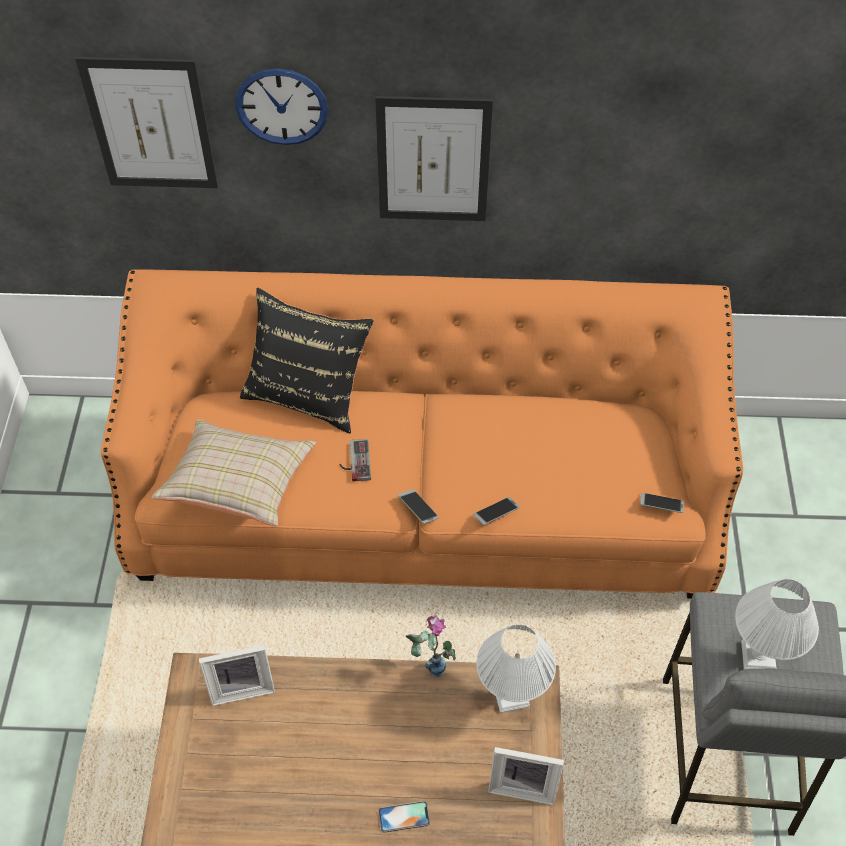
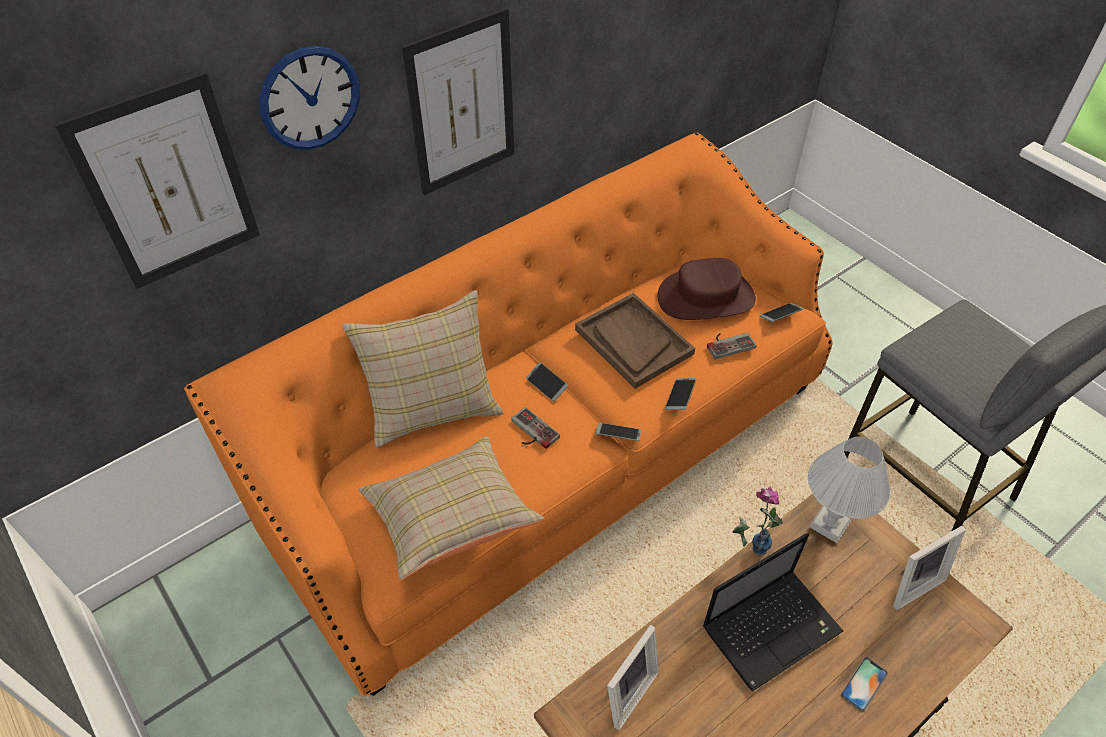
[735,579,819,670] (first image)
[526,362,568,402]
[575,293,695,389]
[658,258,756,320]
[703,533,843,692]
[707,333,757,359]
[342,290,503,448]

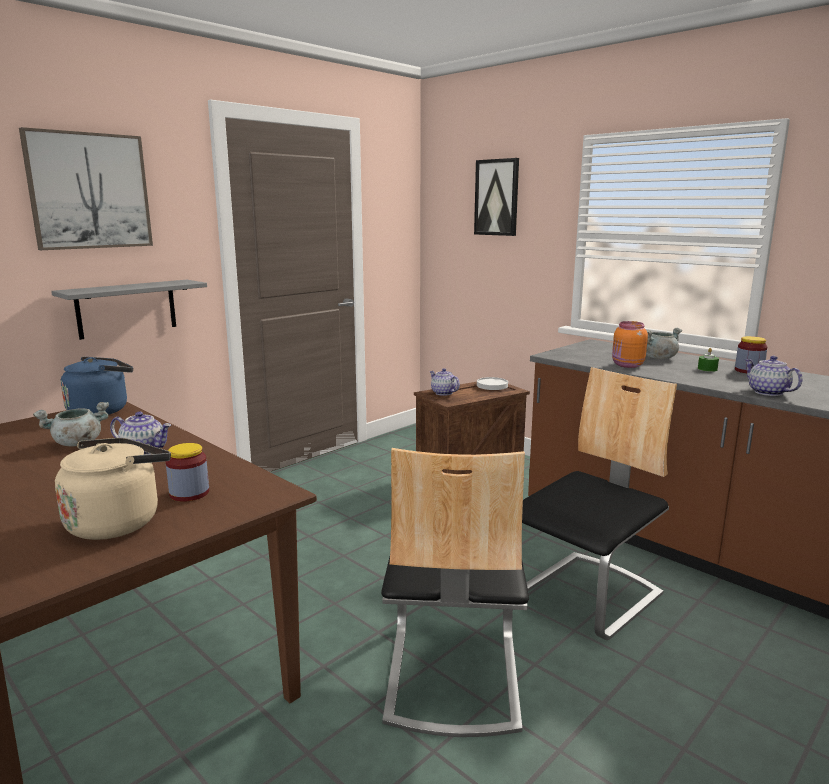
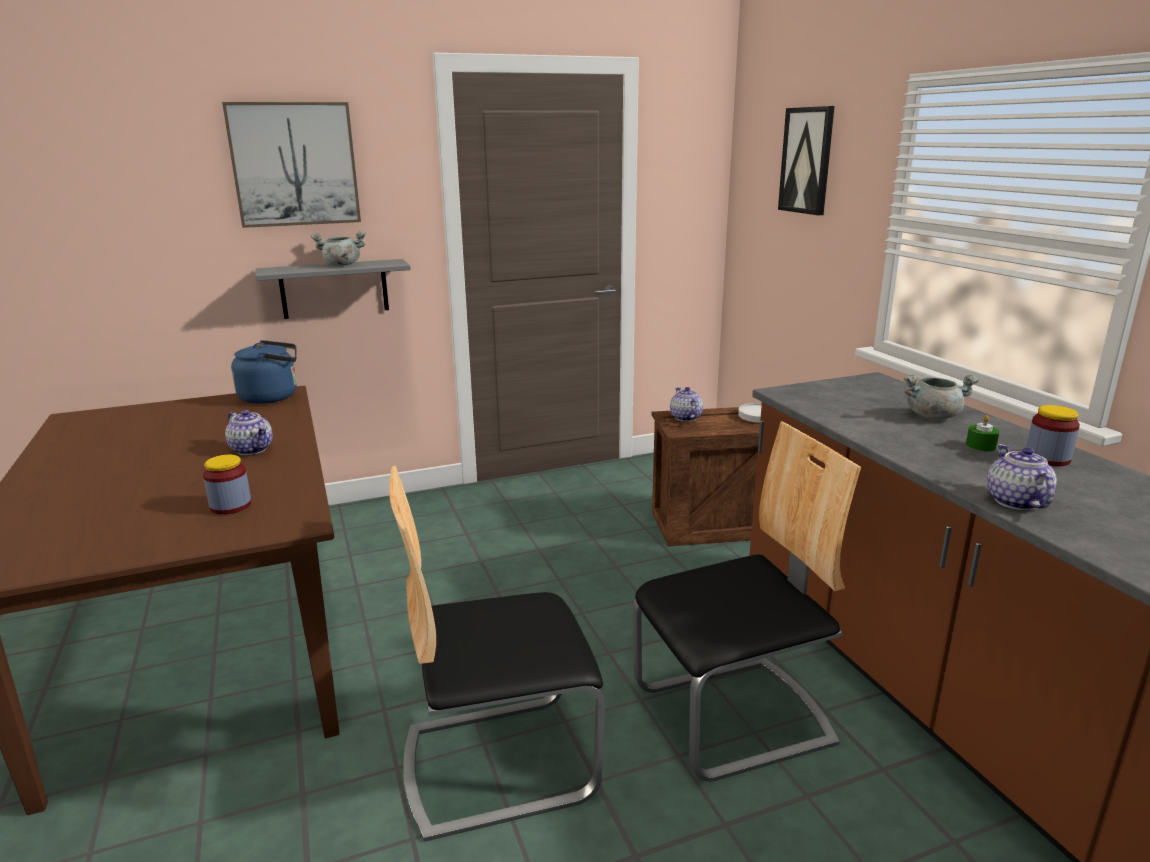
[55,438,171,540] (first image)
[612,321,648,368] (first image)
[311,231,366,266]
[389,466,605,842]

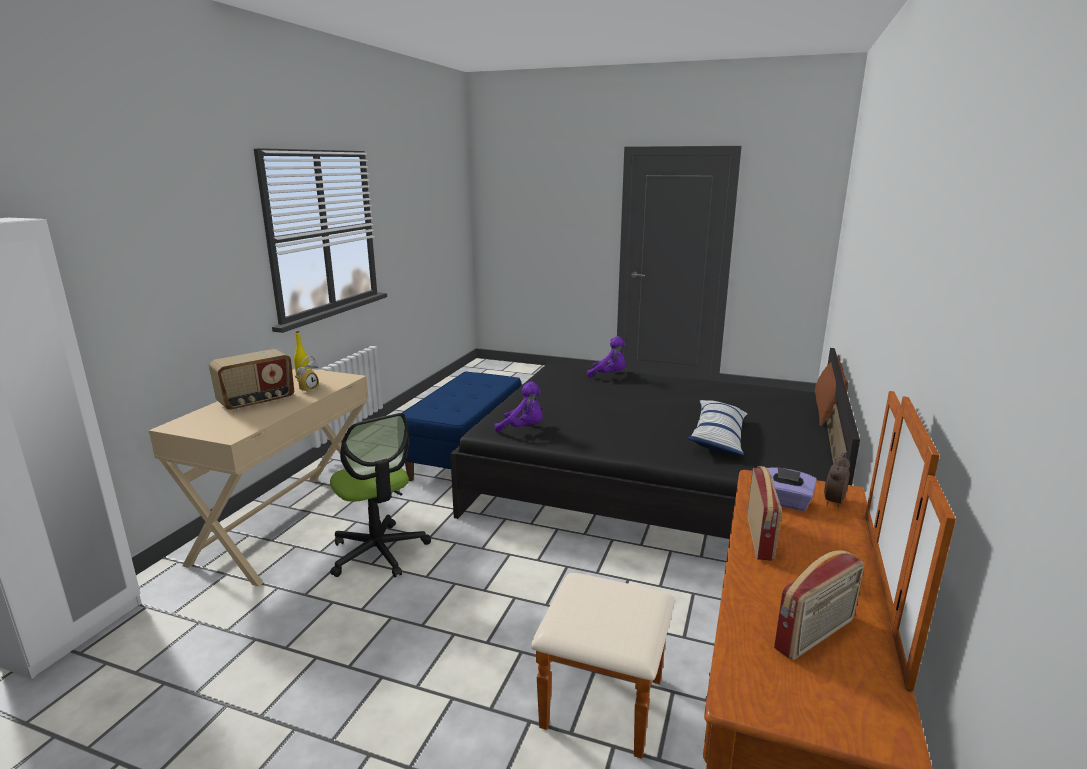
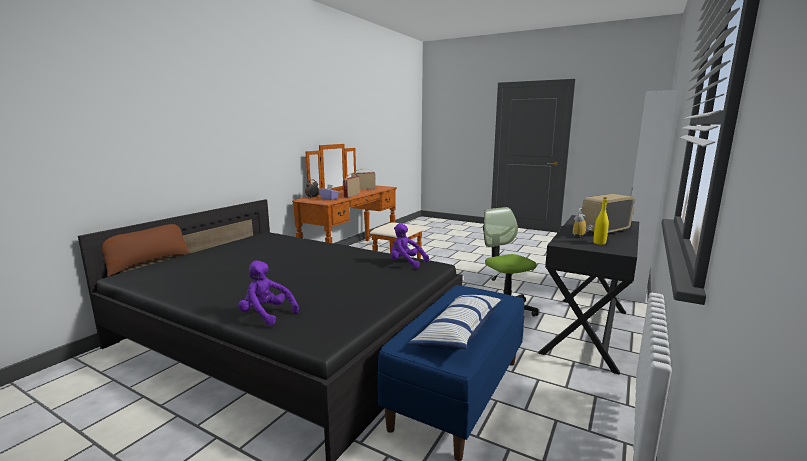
[408,295,503,350]
[538,215,639,375]

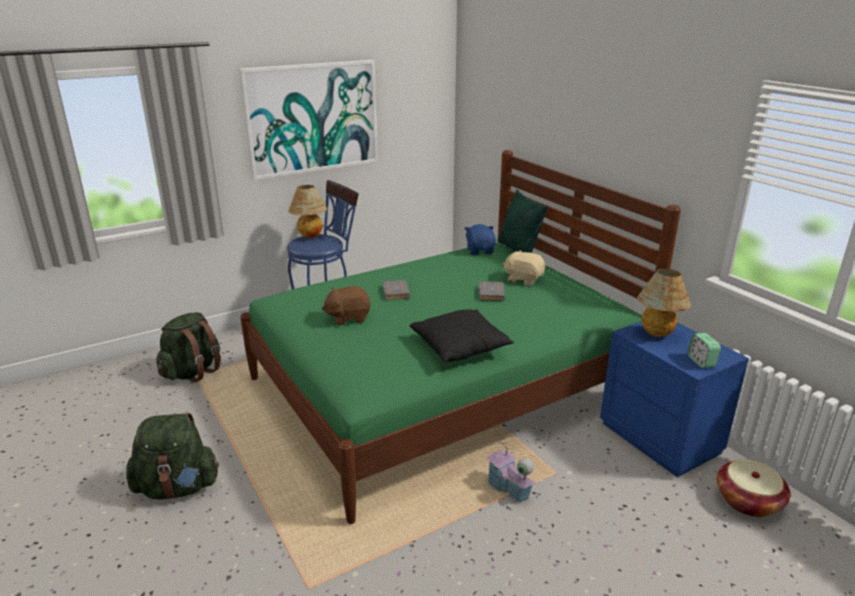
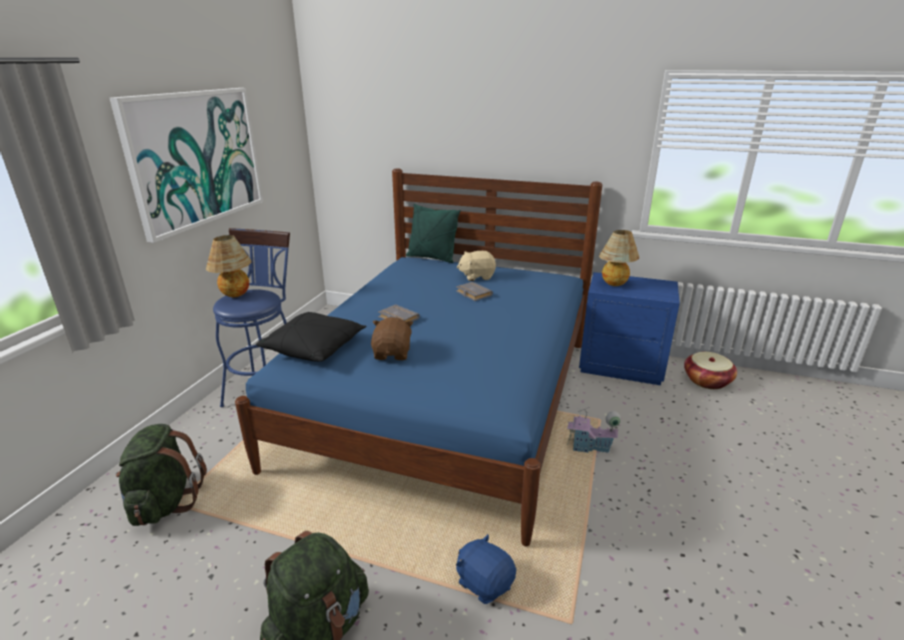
[688,333,721,368] (first image)
[256,312,366,362]
[456,534,516,604]
[235,168,602,546]
[371,317,413,360]

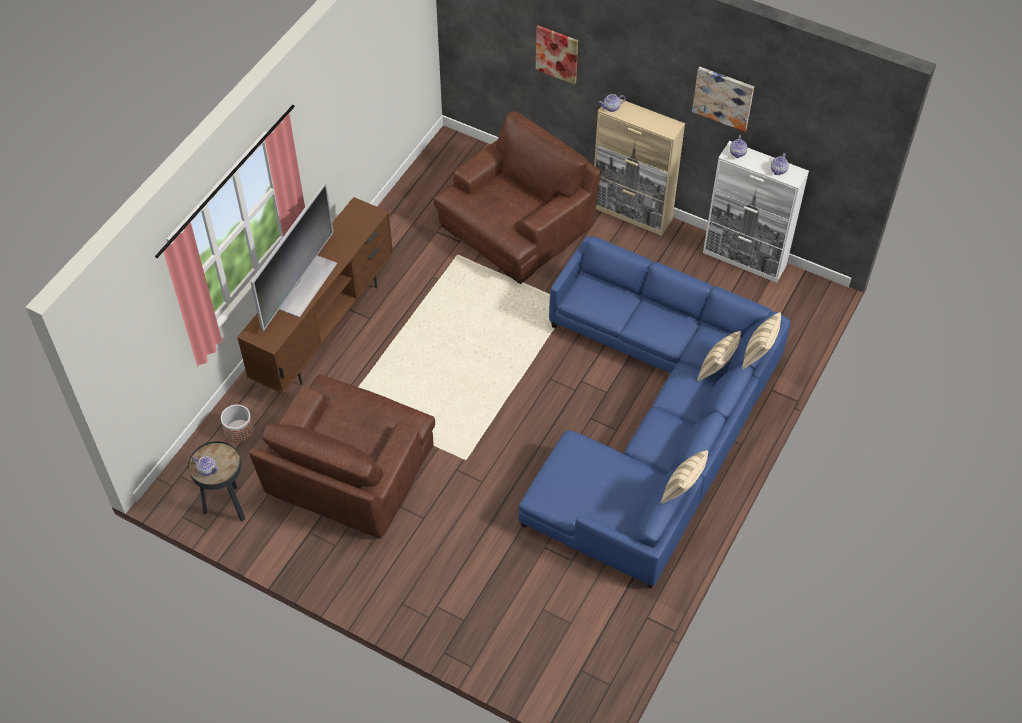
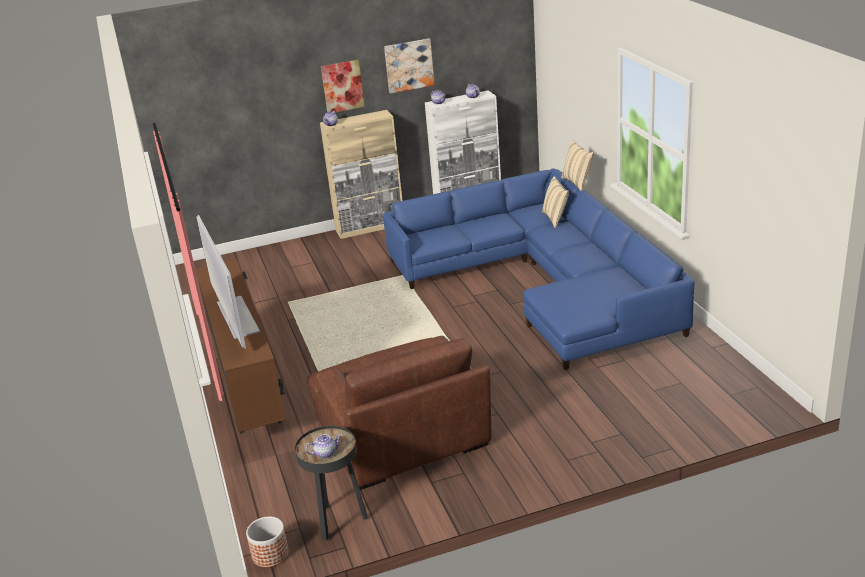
[433,111,601,284] (first image)
[661,450,708,504] (first image)
[246,517,289,568]
[321,60,365,113]

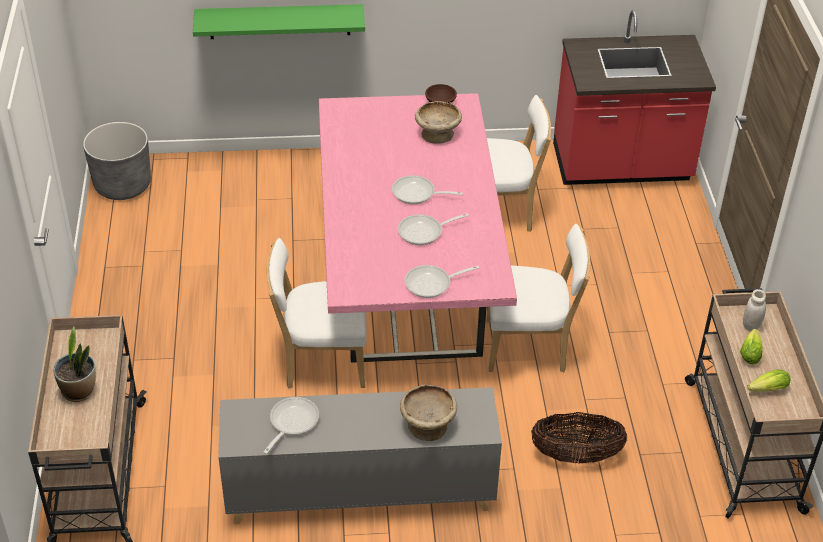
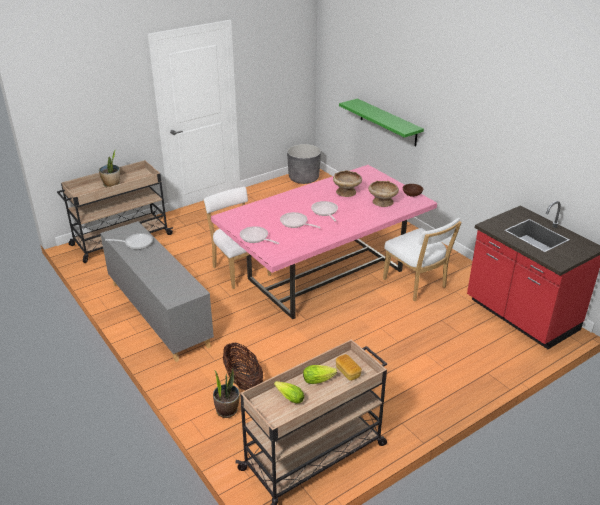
[486,224,590,372] (first image)
[213,368,240,418]
[333,170,362,197]
[336,354,362,381]

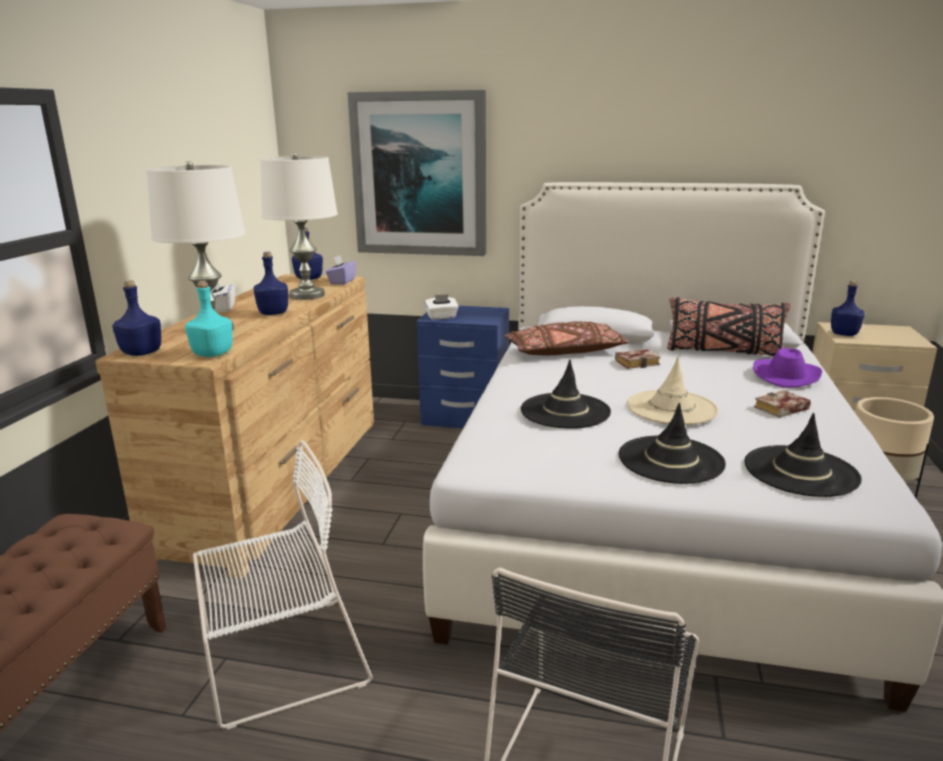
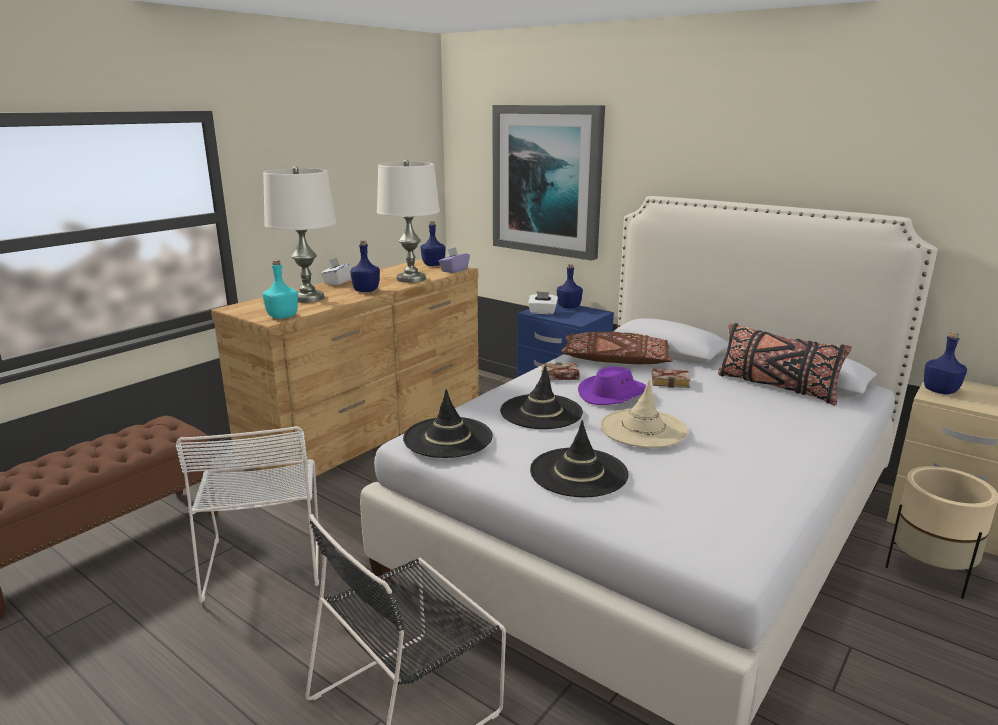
[557,264,583,309]
[403,389,493,458]
[578,367,647,405]
[541,362,580,380]
[176,426,319,603]

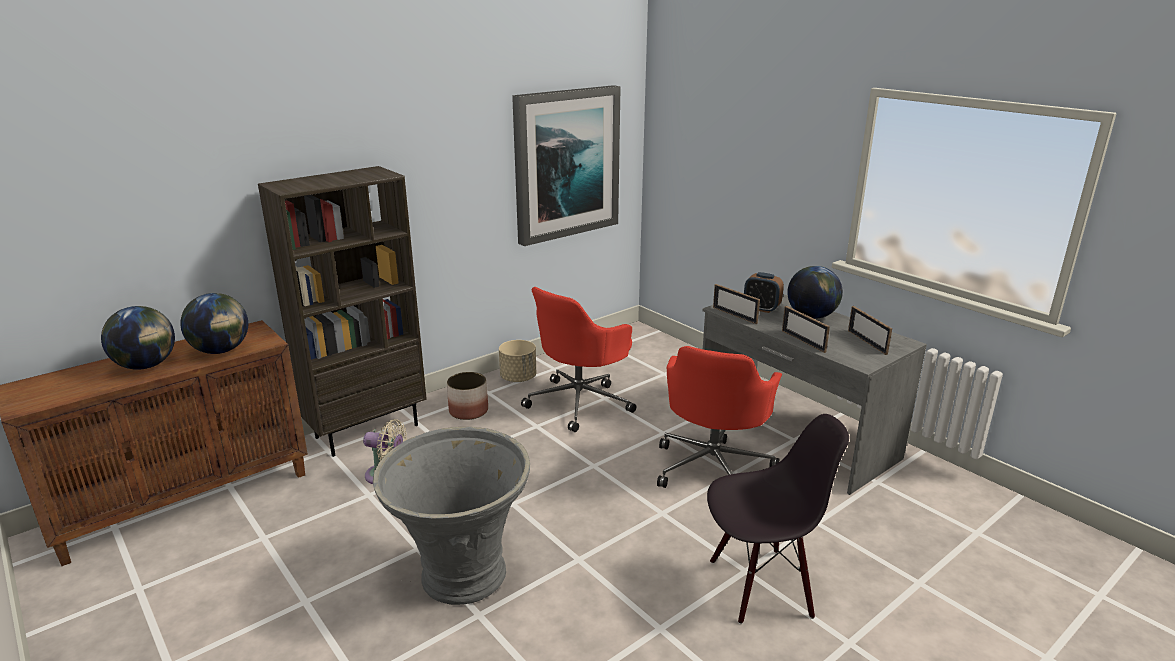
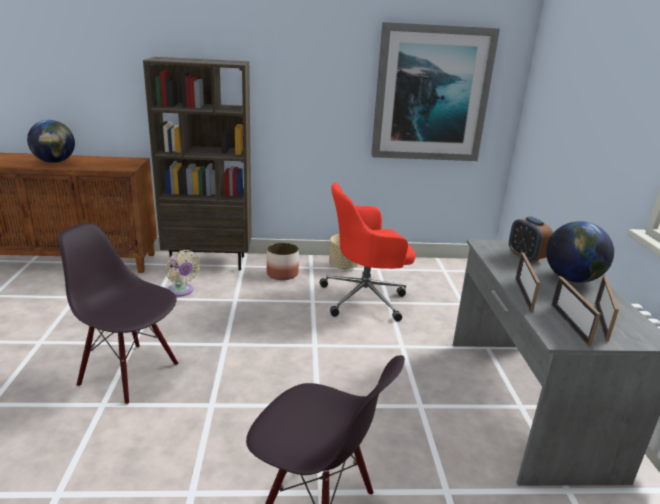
[180,293,248,354] (first image)
[657,346,782,488] (first image)
[551,276,601,346]
[58,223,178,405]

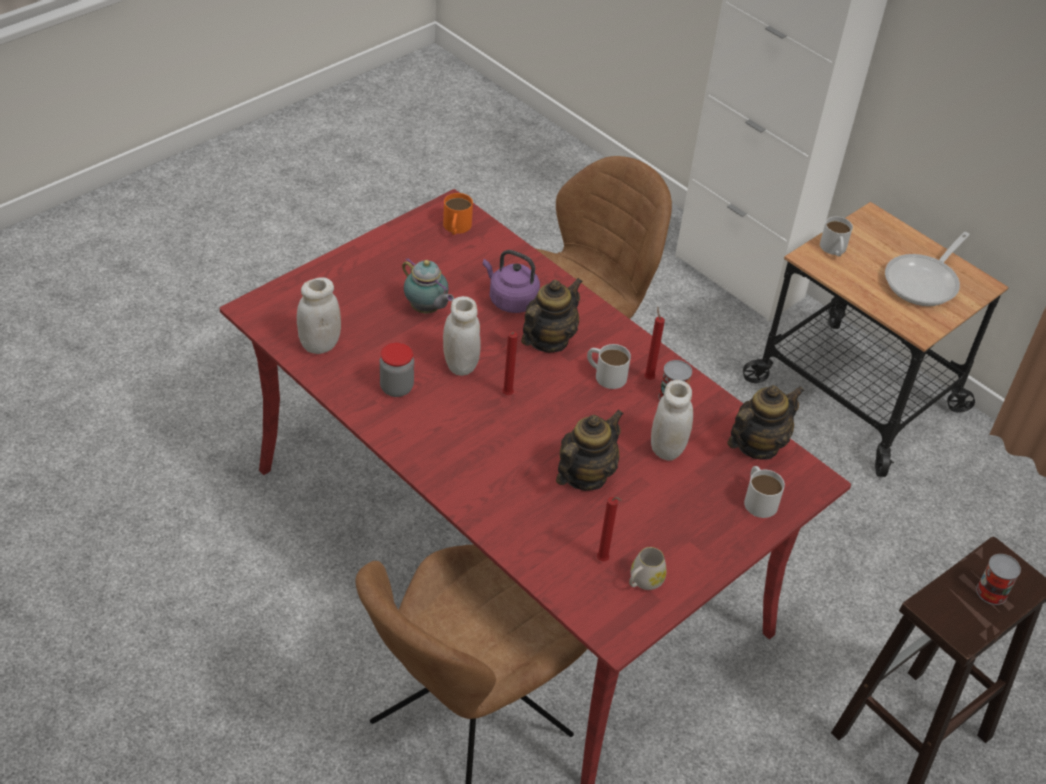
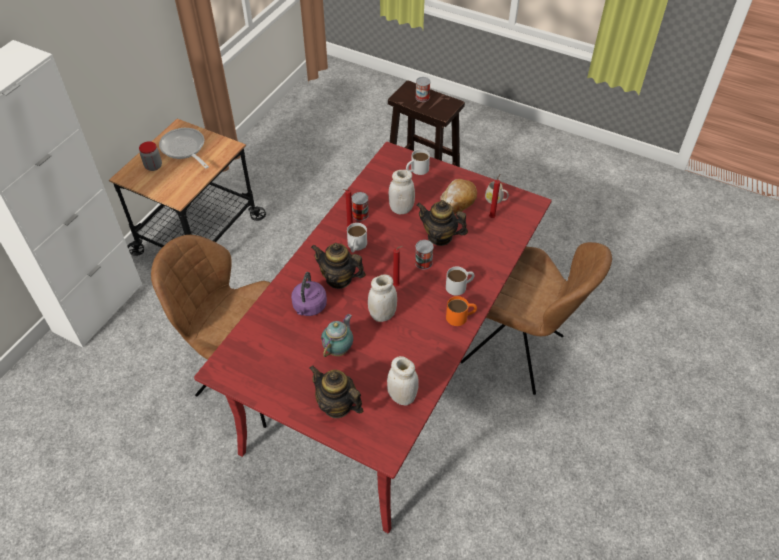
[415,240,434,269]
[440,179,477,214]
[139,141,162,171]
[446,296,477,326]
[309,366,363,418]
[446,266,475,296]
[159,128,209,169]

